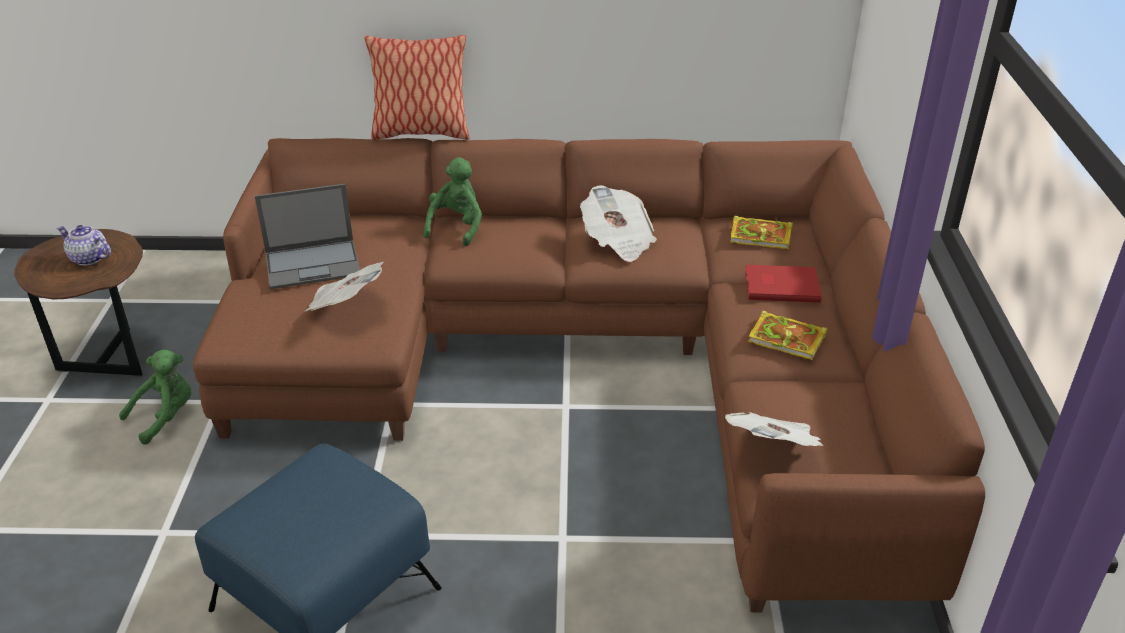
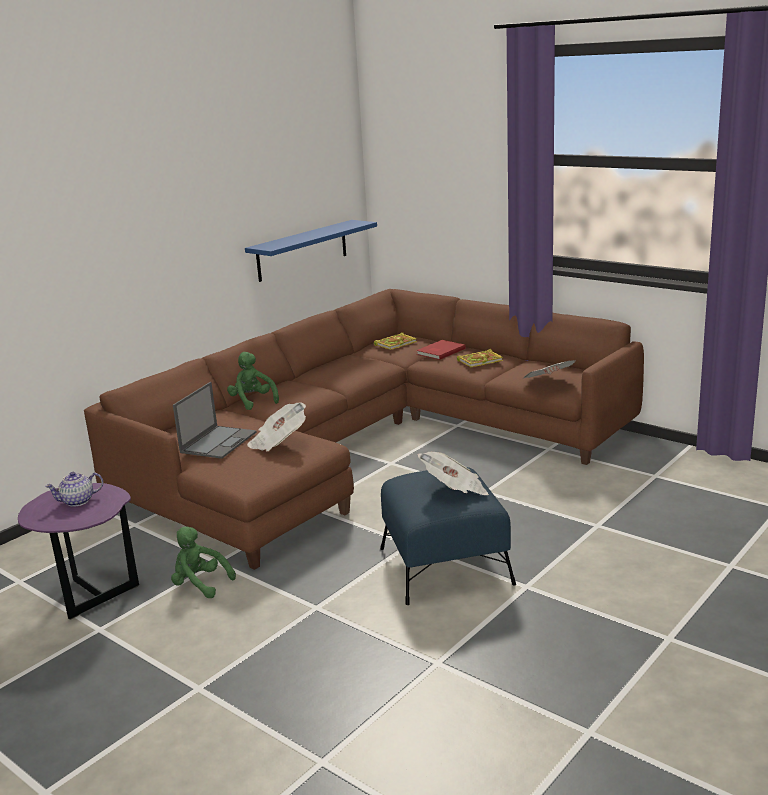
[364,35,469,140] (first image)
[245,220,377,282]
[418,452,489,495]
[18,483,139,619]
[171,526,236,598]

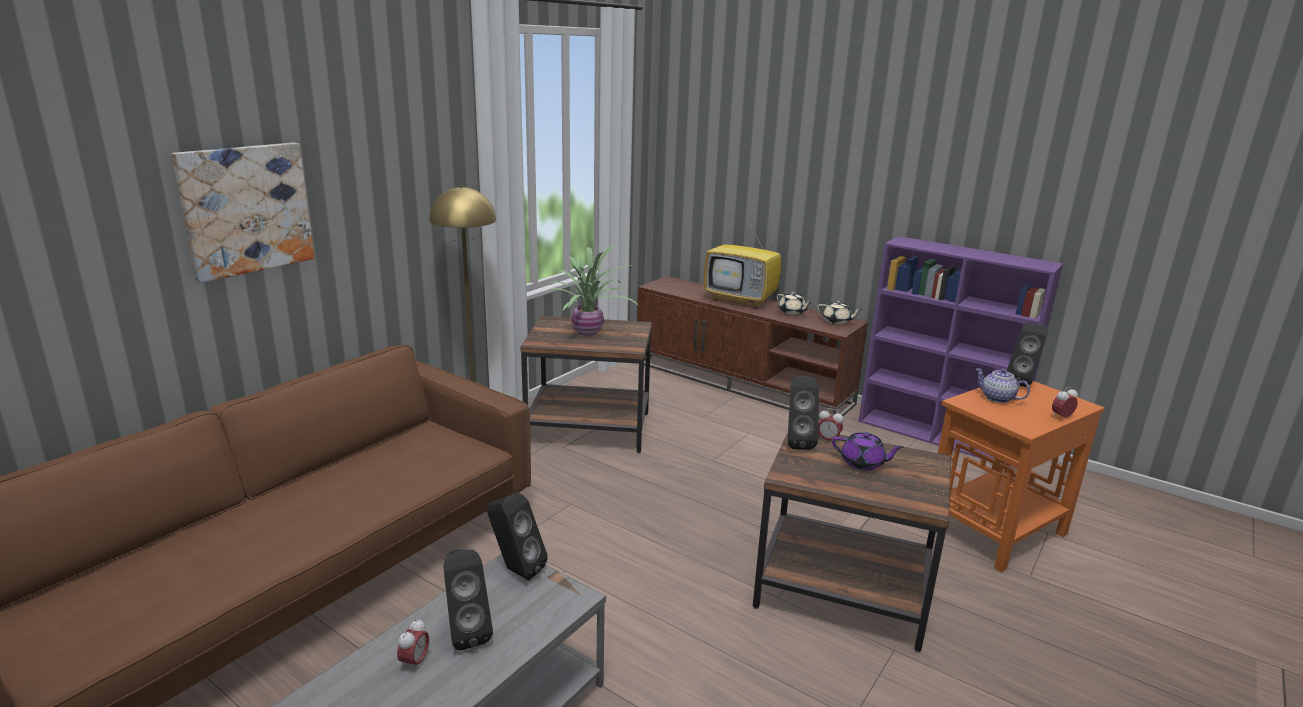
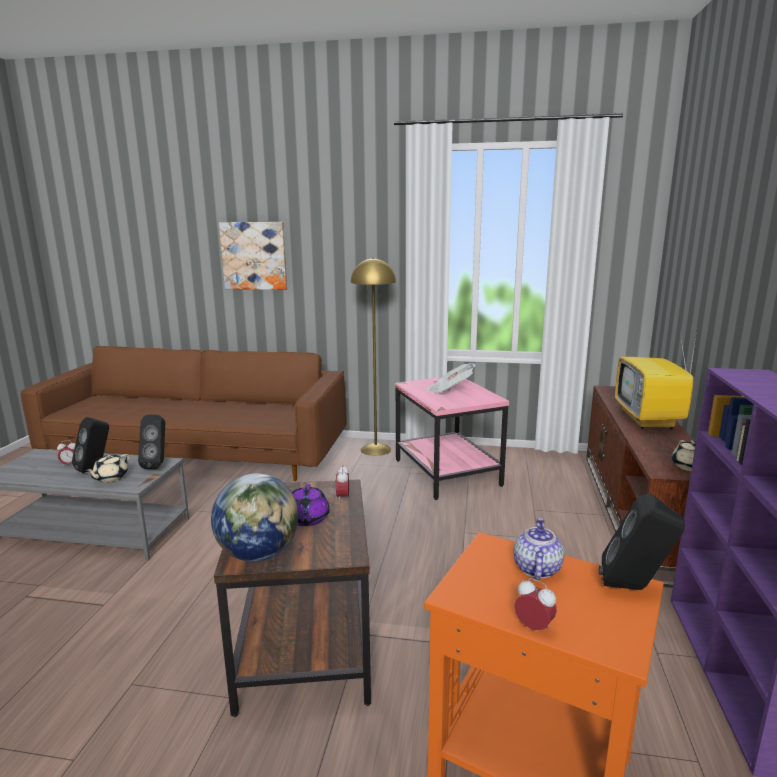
[788,376,819,450] (first image)
[211,473,299,562]
[85,454,129,482]
[426,363,476,394]
[395,377,509,500]

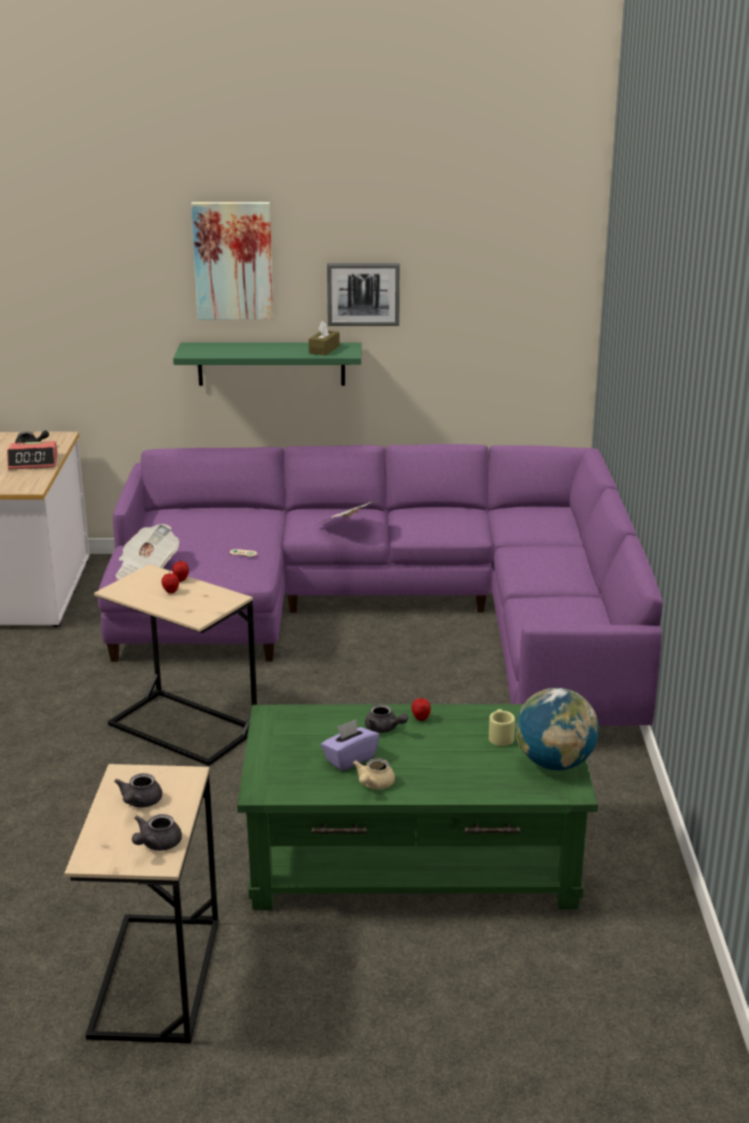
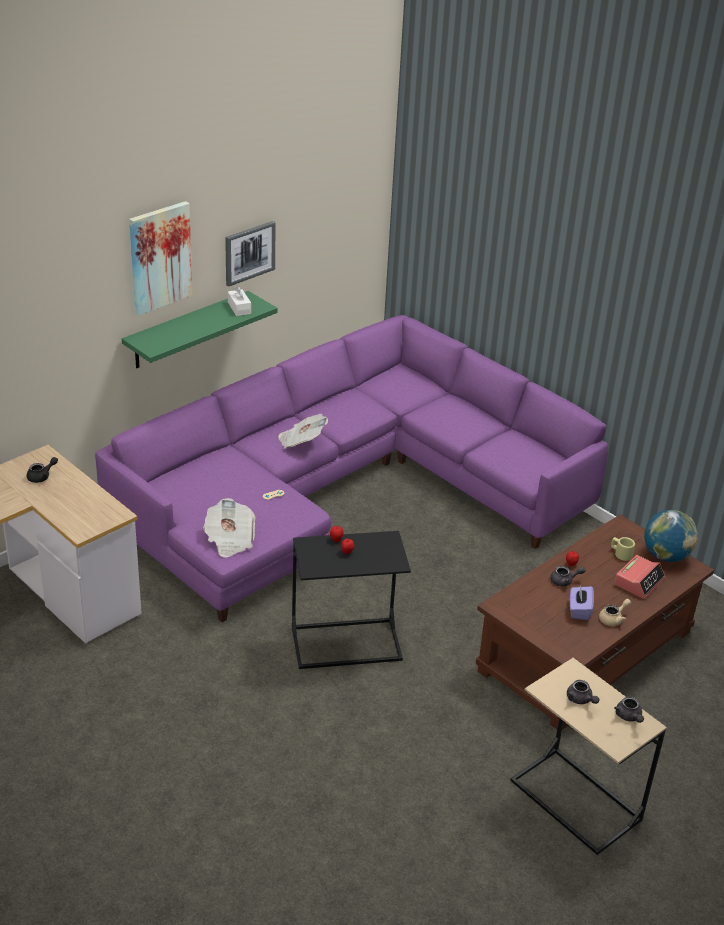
[614,555,665,599]
[292,531,411,669]
[476,515,714,730]
[228,286,251,316]
[599,599,631,626]

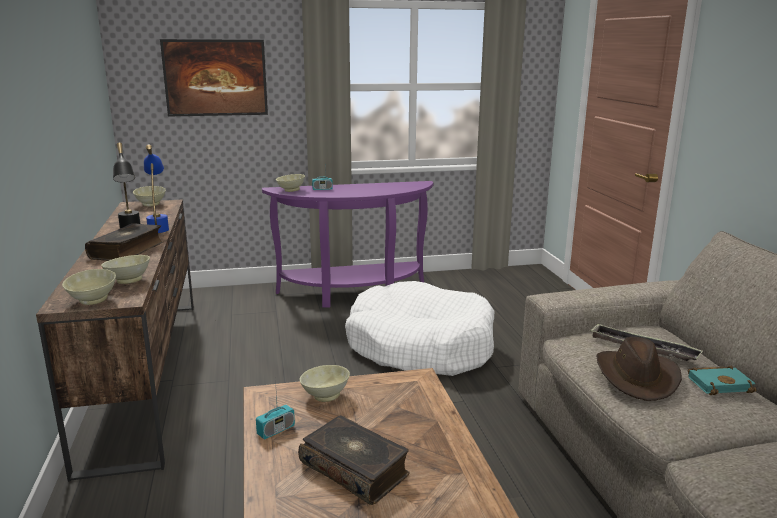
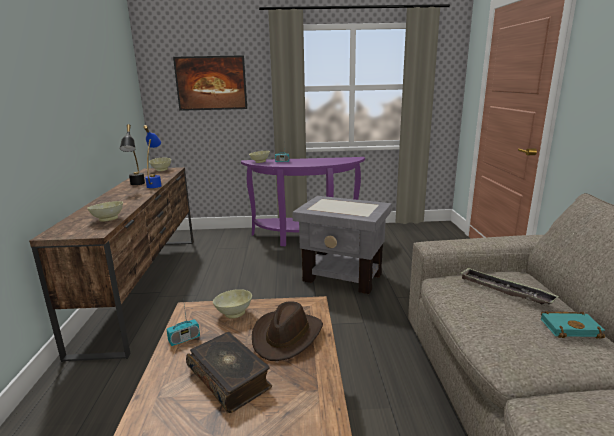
[62,269,116,305] (first image)
[85,223,163,261] (first image)
[252,301,323,361]
[292,196,392,294]

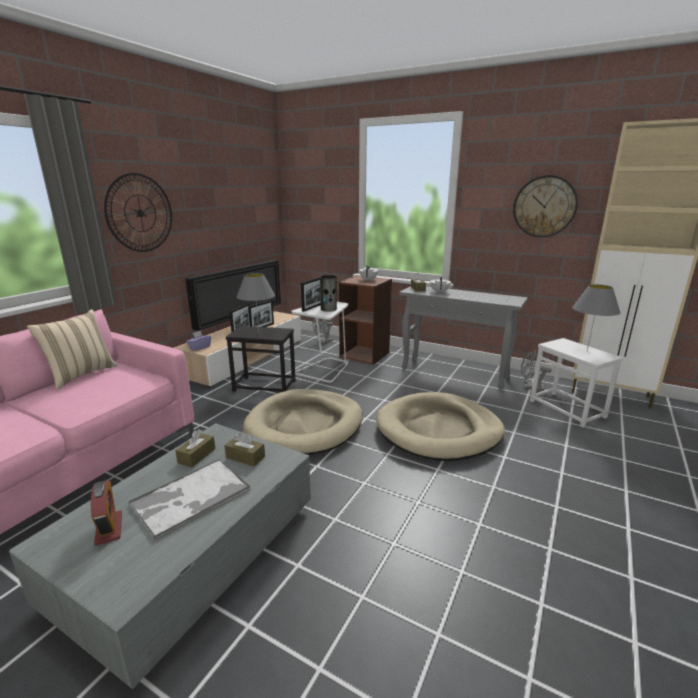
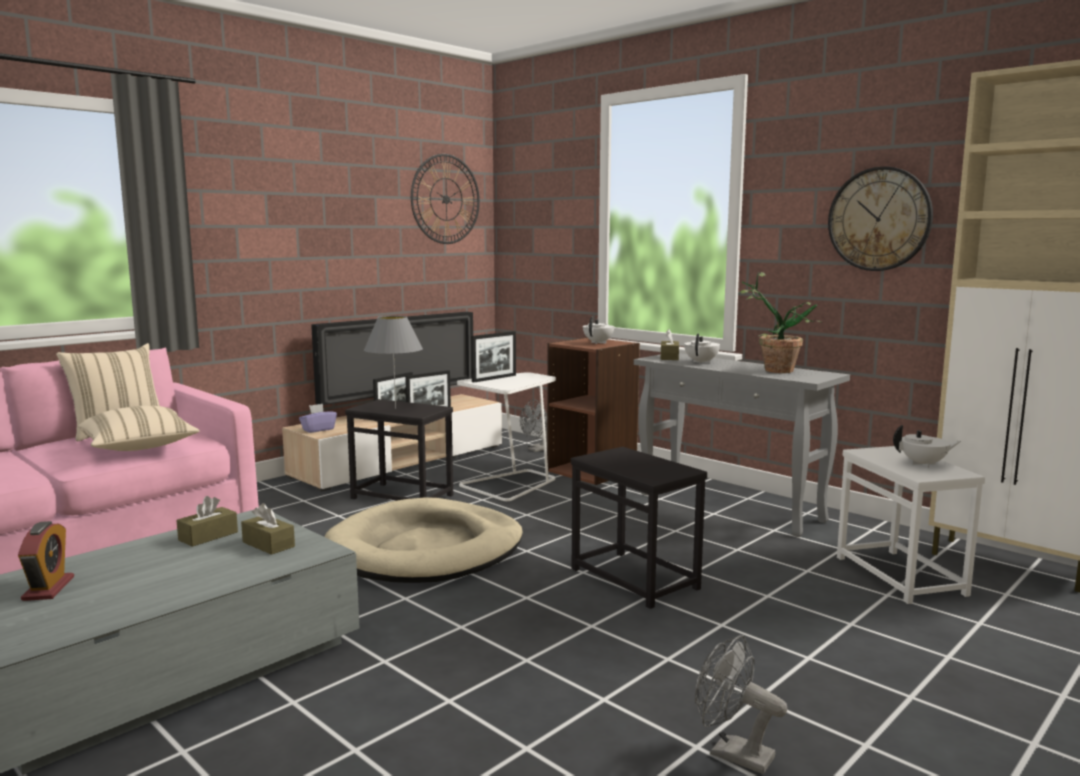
[129,459,251,541] (first image)
[320,275,337,312] (first image)
[78,406,200,451]
[738,272,822,373]
[411,154,480,244]
[695,635,787,774]
[571,447,707,609]
[893,425,961,468]

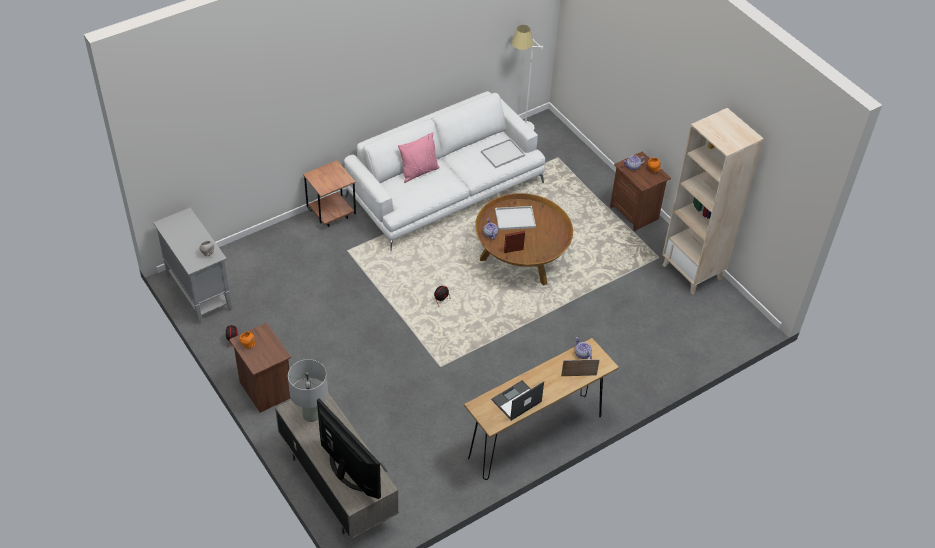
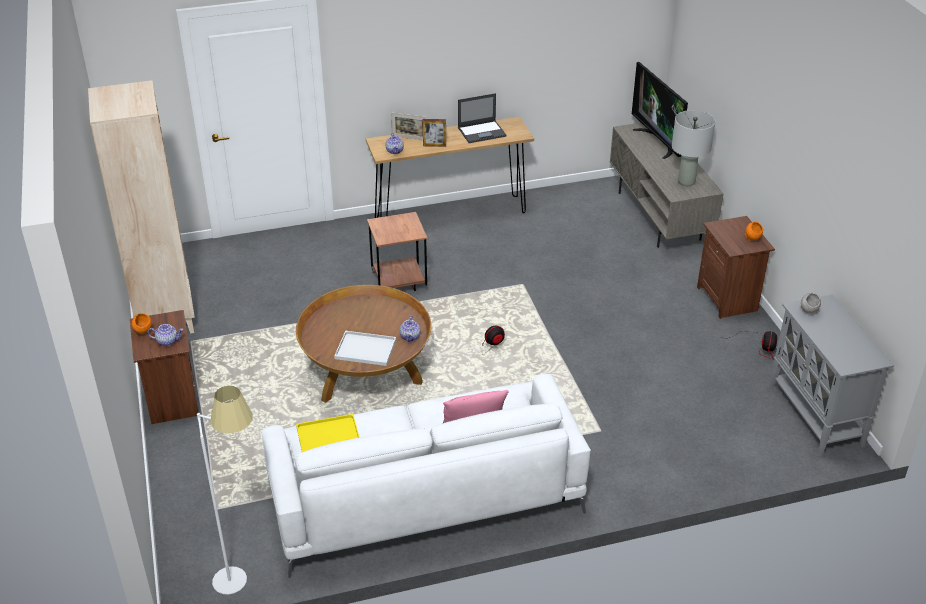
[367,212,428,291]
[422,119,446,147]
[296,414,359,452]

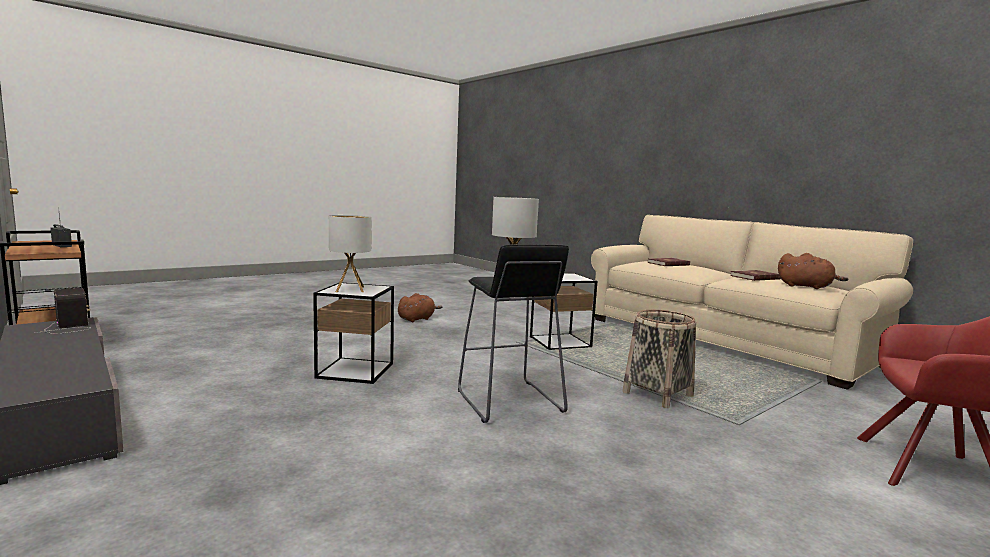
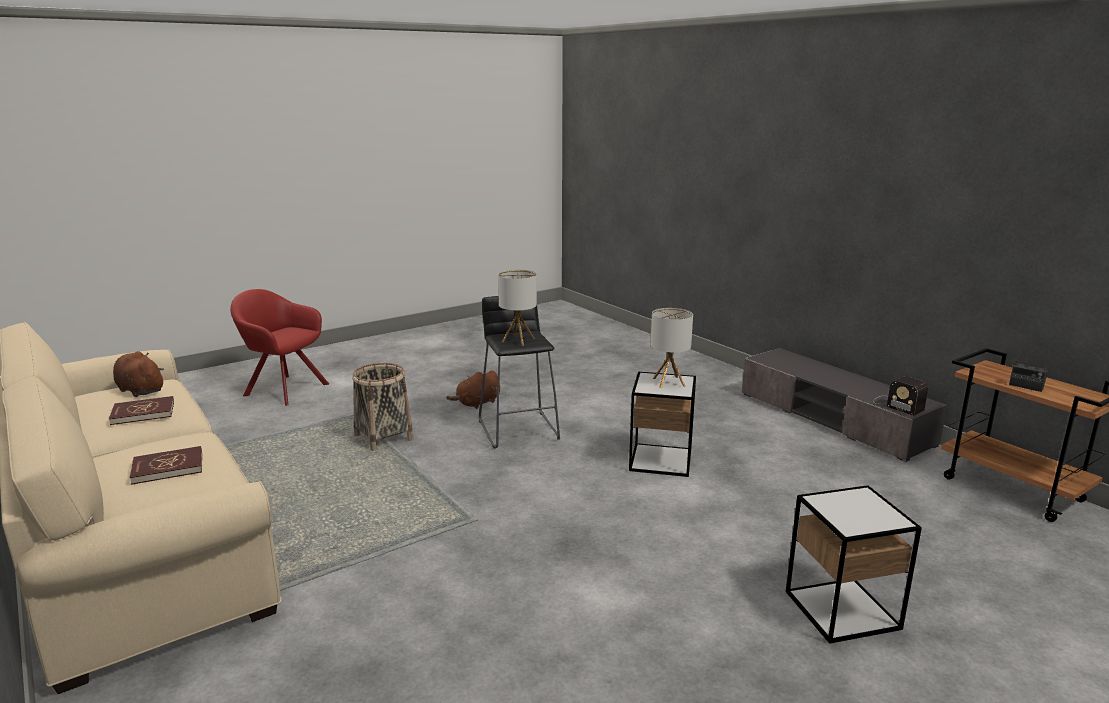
[446,370,500,409]
[786,485,922,644]

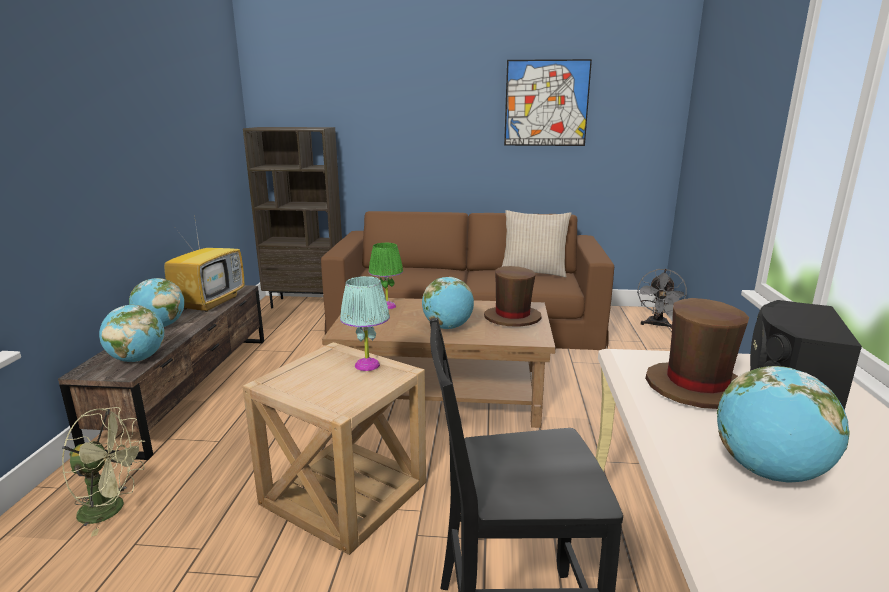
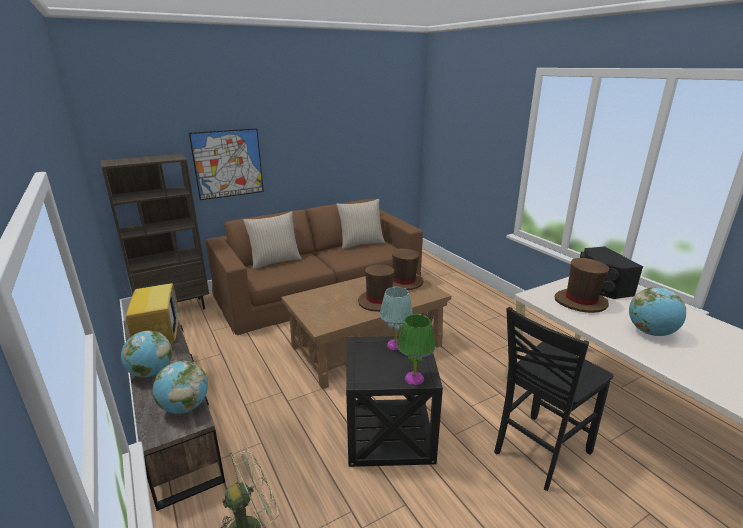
[637,269,687,329] (first image)
[243,211,302,269]
[397,314,435,385]
[189,128,264,200]
[358,264,395,312]
[346,336,443,467]

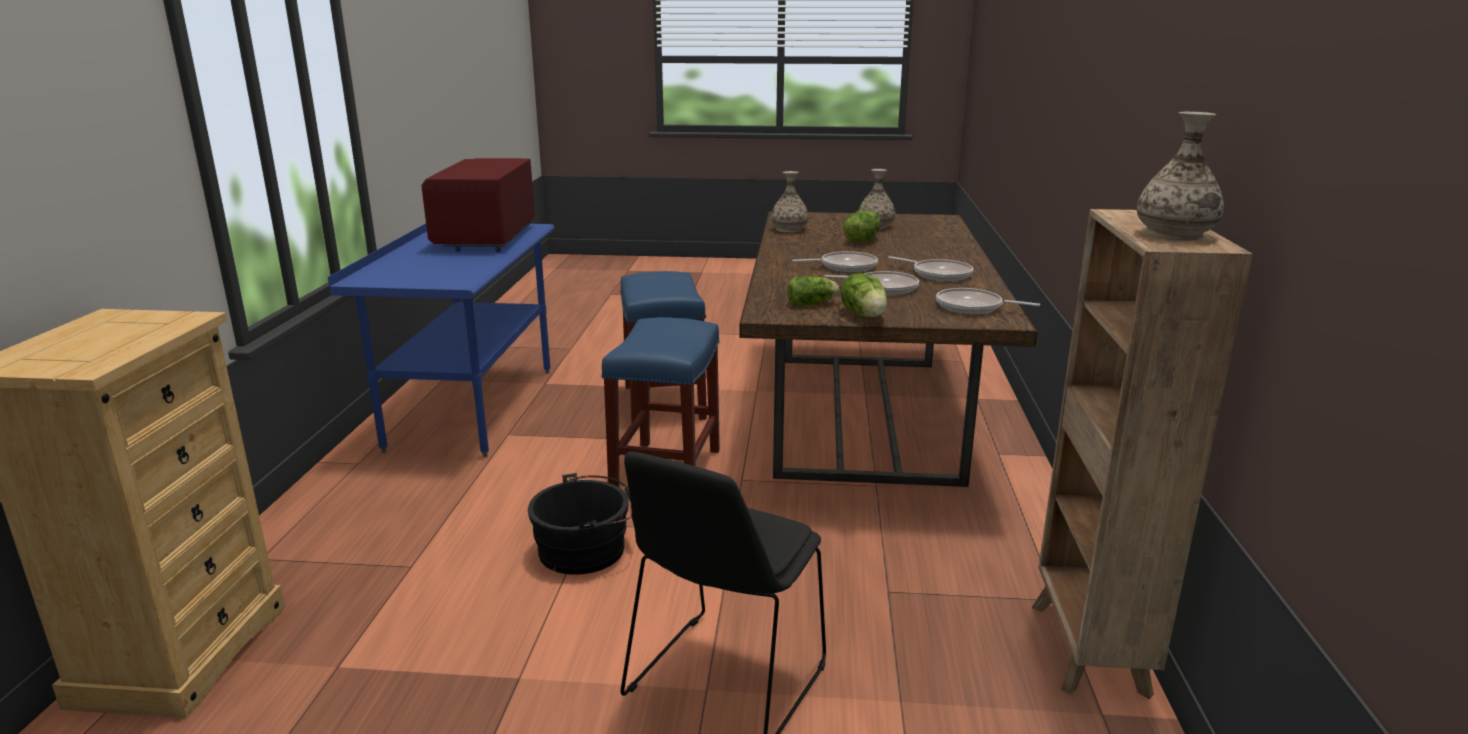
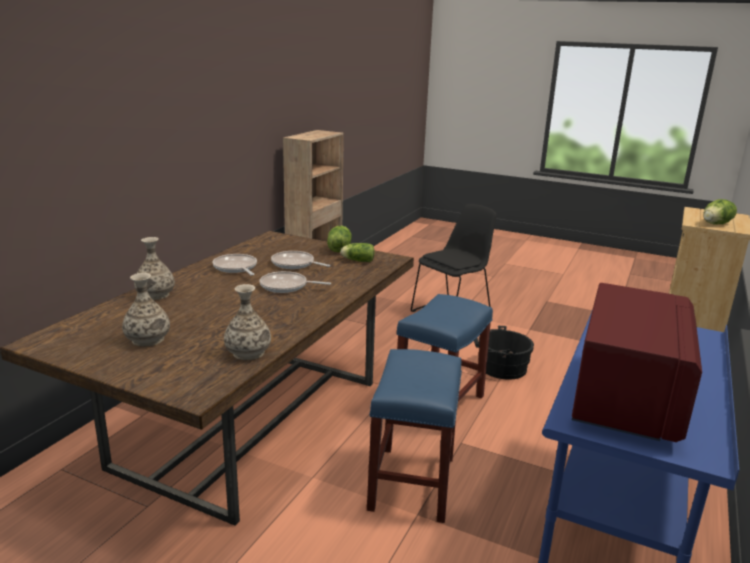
[936,288,1040,314] (first image)
[703,199,737,224]
[134,237,175,300]

